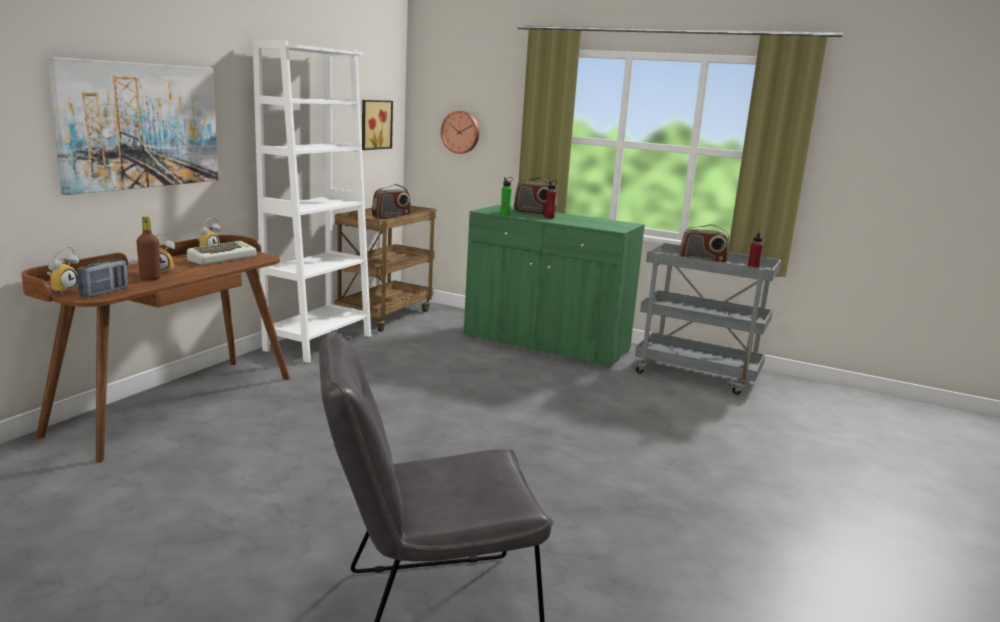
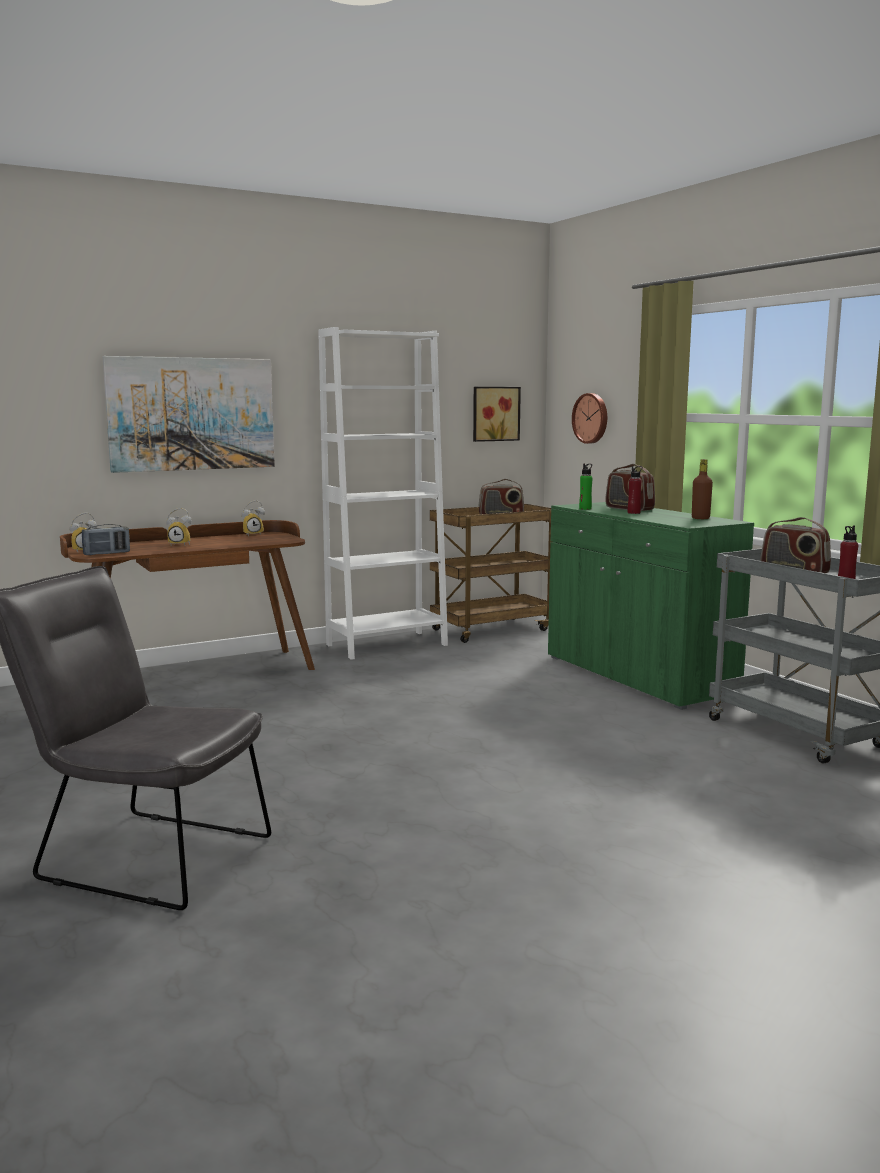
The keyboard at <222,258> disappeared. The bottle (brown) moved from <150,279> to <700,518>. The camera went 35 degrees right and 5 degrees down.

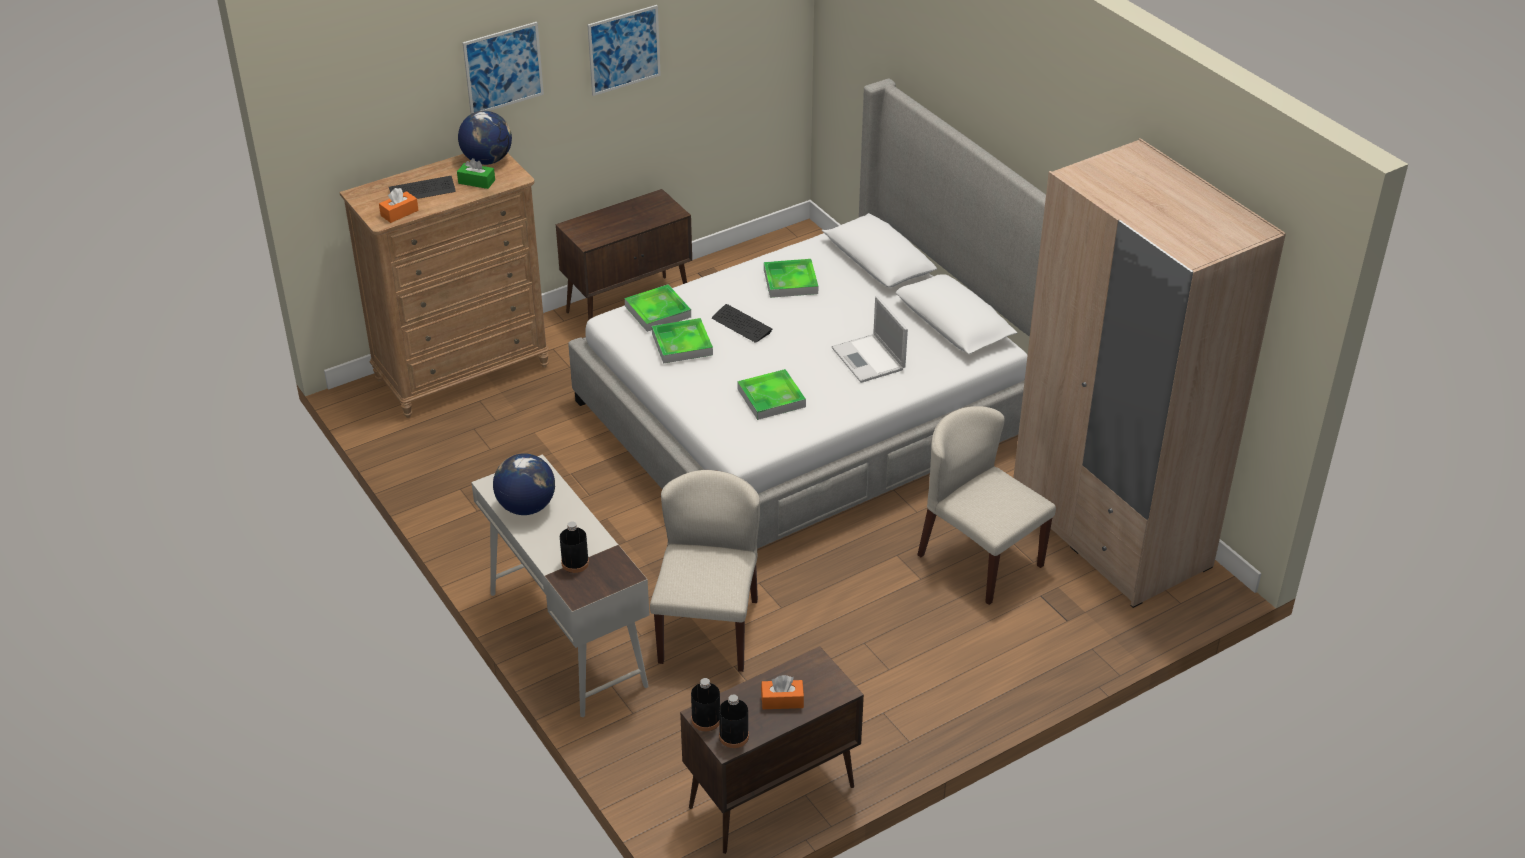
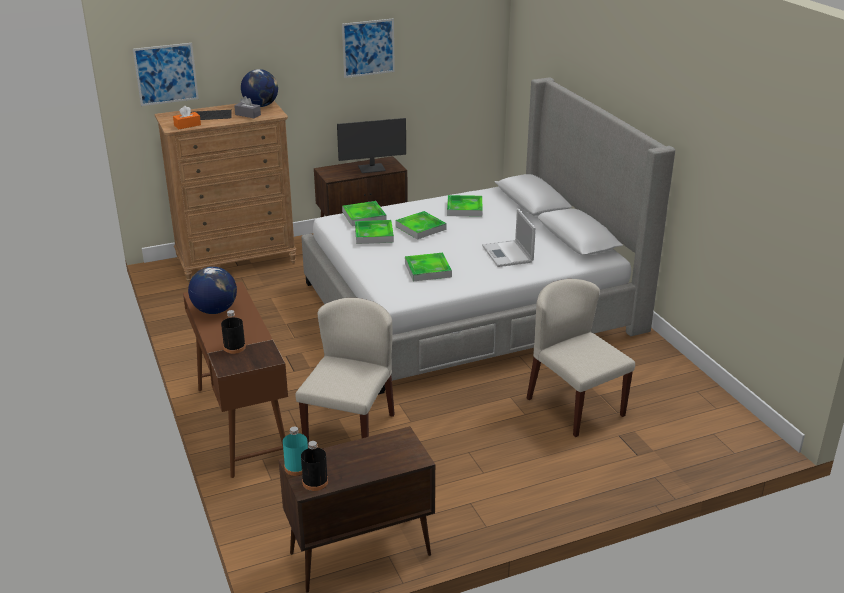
The tissue box (orange) at <782,700> disappeared. The wardrobe (beige) at <1110,533> disappeared. The monitor at <372,168> appeared. The picture moved from <503,68> to <166,74>. The keyboard at <741,325> was replaced by the tray at <420,228>. The tissue box (green) at <476,182> became the tissue box (grey) at <248,114>. The desk (white) at <566,638> became the desk (brown) at <241,423>. The bottle (black) at <706,720> became the bottle (turquoise) at <297,467>. The camera went 10 degrees right and 10 degrees down.

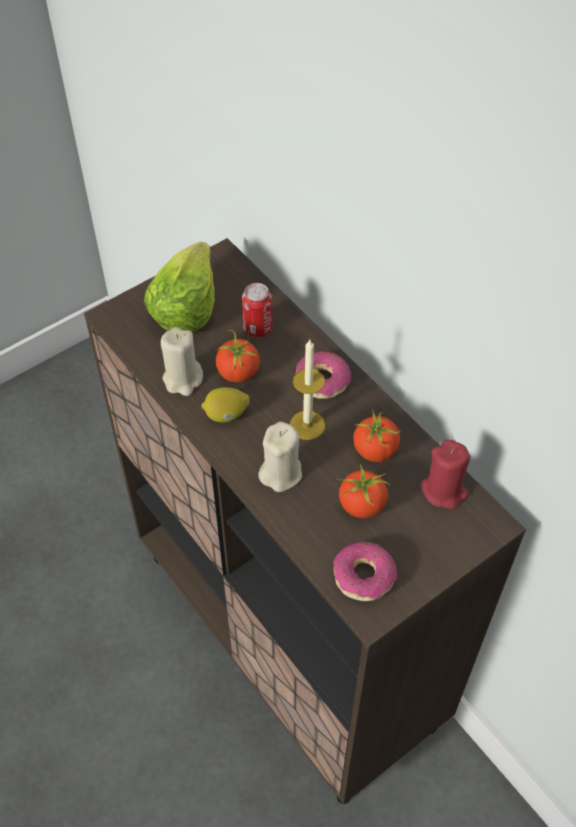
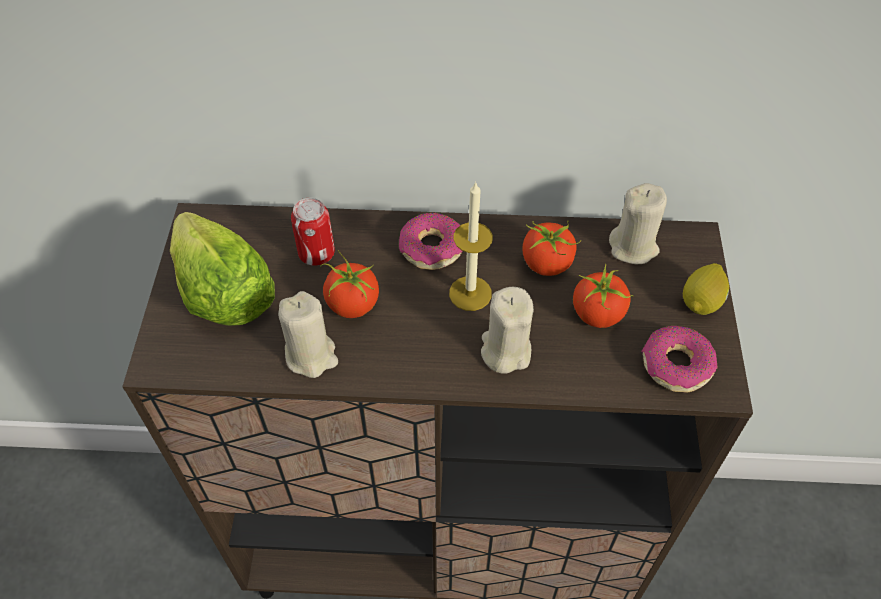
The lemon moved from <226,415> to <701,302>. The candle (red) at <444,491> became the candle (beige) at <633,247>. The camera went 50 degrees left and 0 degrees up.

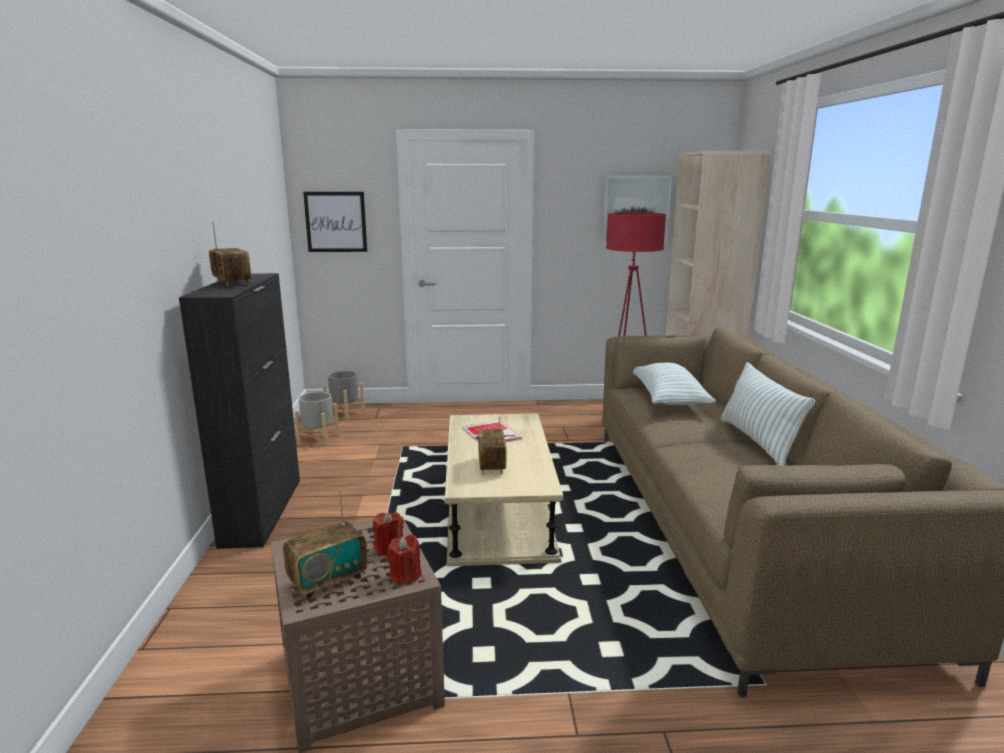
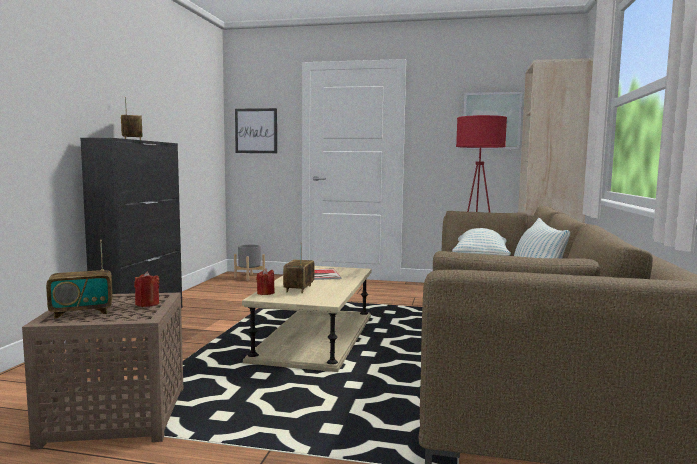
The planter (grey) at <318,438> disappeared. The candle (red) moved from <405,576> to <265,293>. The camera went 15 degrees right and 10 degrees down.

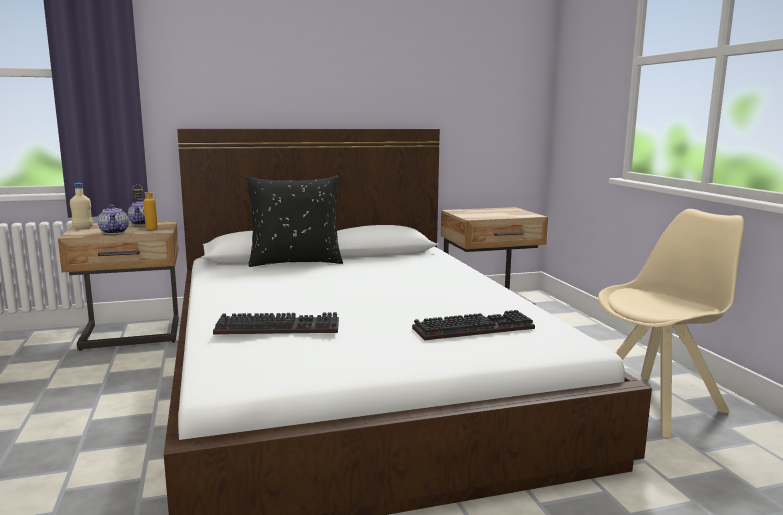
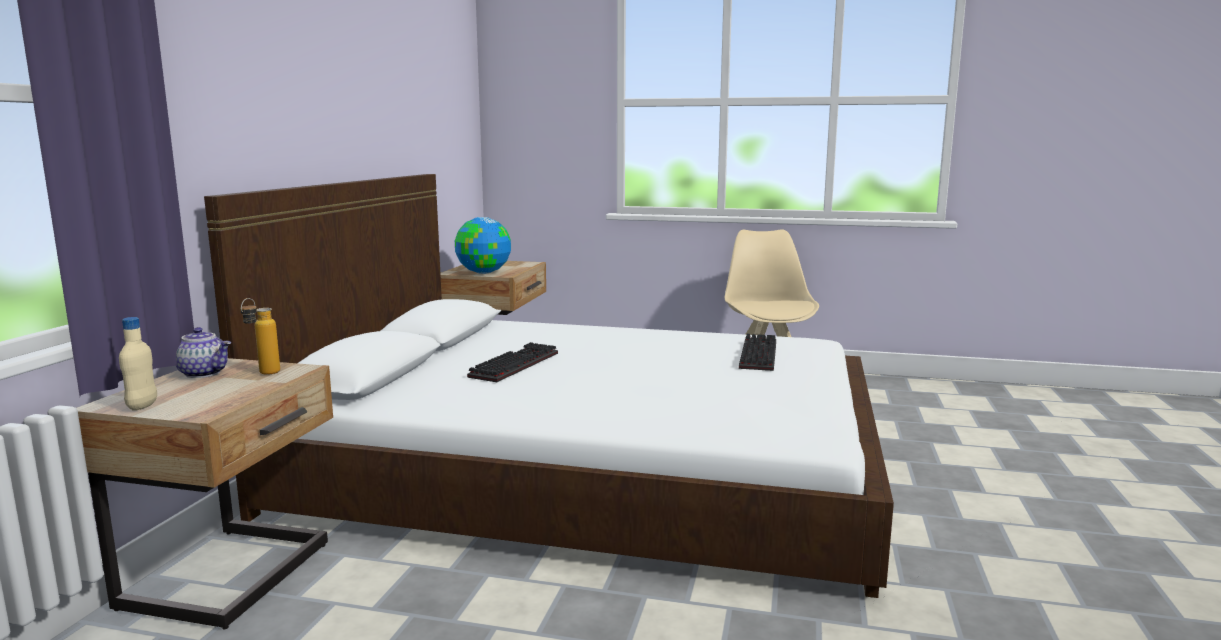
The teapot at <115,232> disappeared. The pillow (black) at <295,262> disappeared. The globe at <483,272> appeared. The keyboard moved from <280,327> to <514,364>. The camera went 60 degrees left and 0 degrees up.

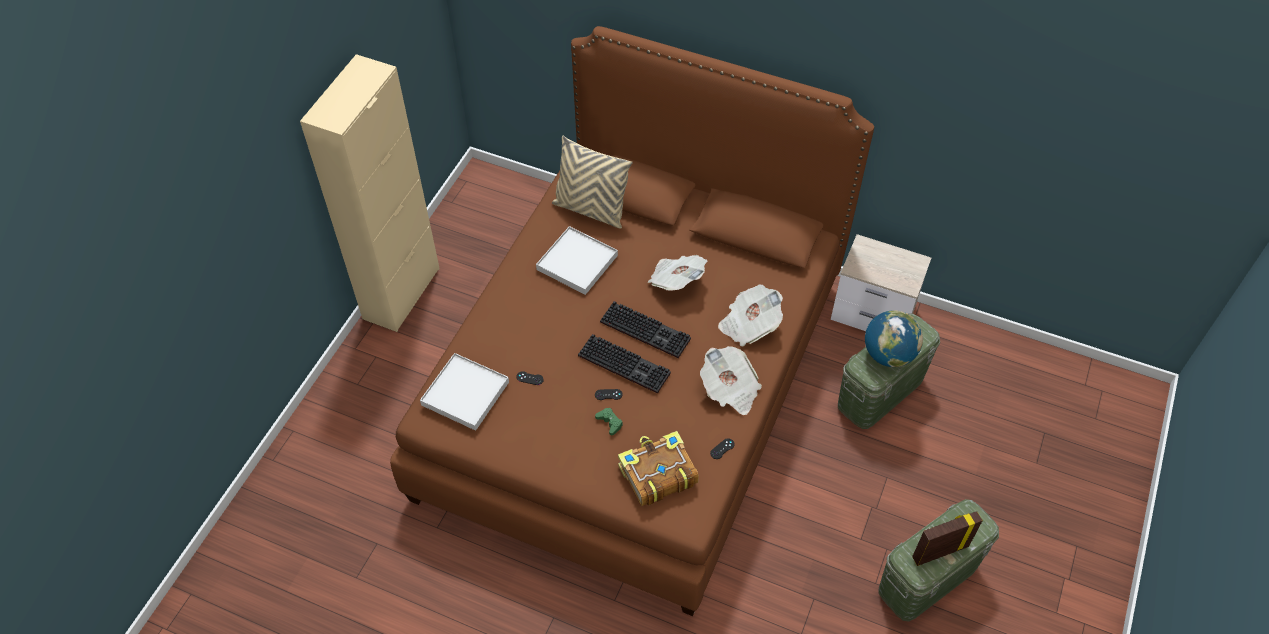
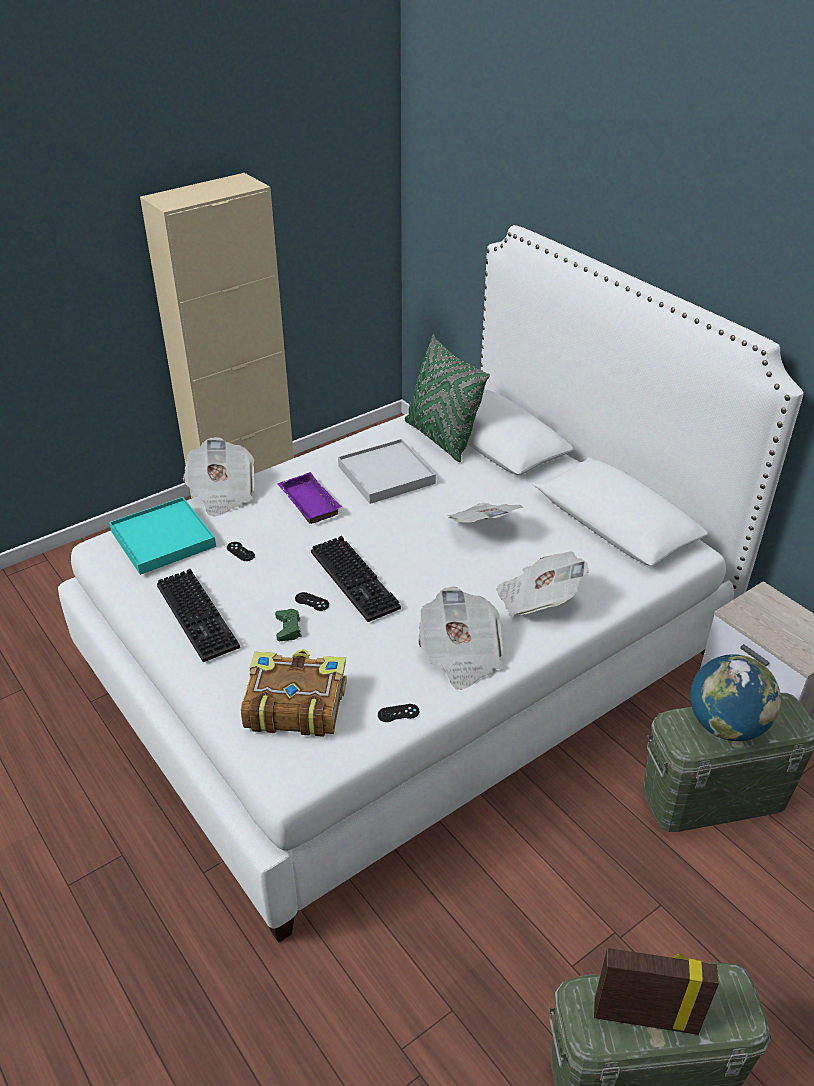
The newspaper at <222,493> appeared. The tray (purple) at <307,503> appeared. The keyboard moved from <647,330> to <200,616>. The bed (brown) at <633,384> became the bed (white) at <406,658>. The tray (white) at <465,393> became the tray (turquoise) at <163,539>. The pillow (beige) at <591,209> became the pillow (green) at <441,438>. The camera went 30 degrees right and 15 degrees down.

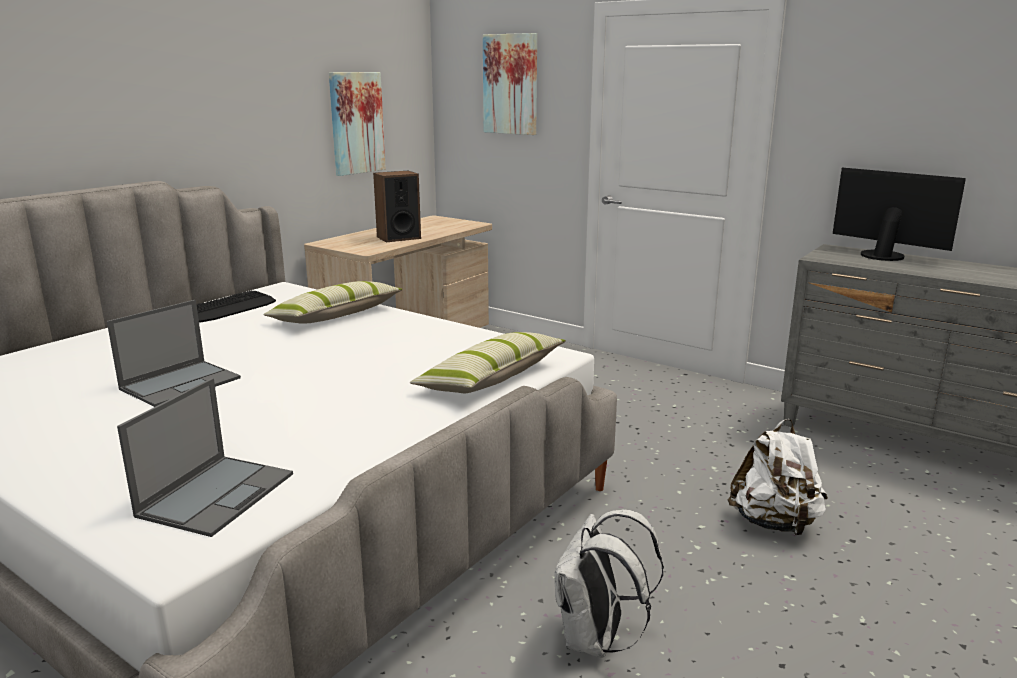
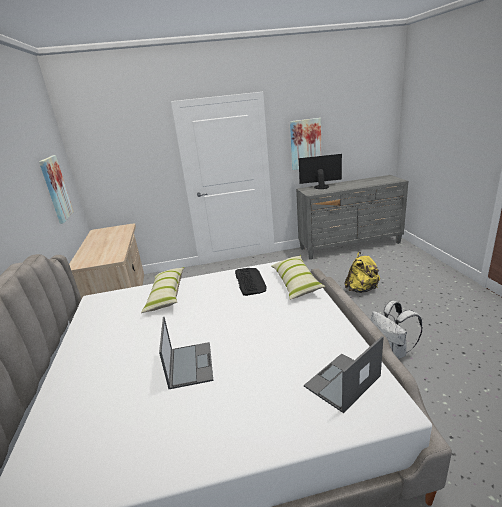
The speaker at <398,237> disappeared. The keyboard moved from <228,308> to <250,281>. The picture moved from <511,84> to <305,144>. The backpack (white) at <774,523> became the backpack (yellow) at <361,289>. The laptop at <217,494> turned 105 degrees counterclockwise. The camera went 45 degrees left and 5 degrees up.

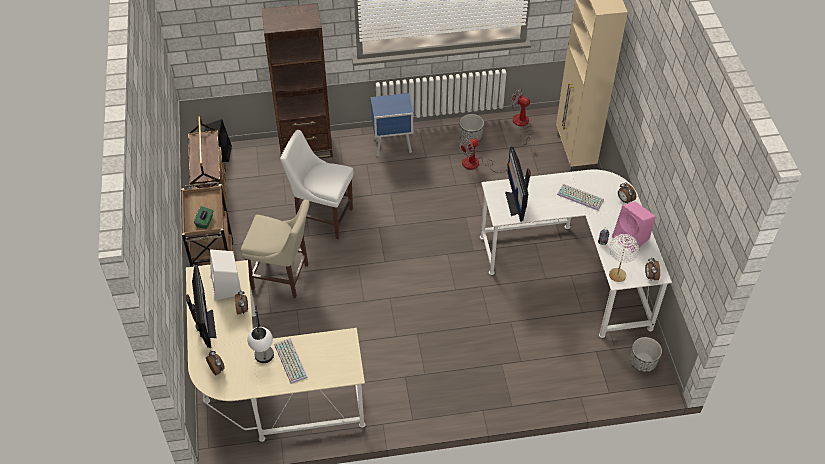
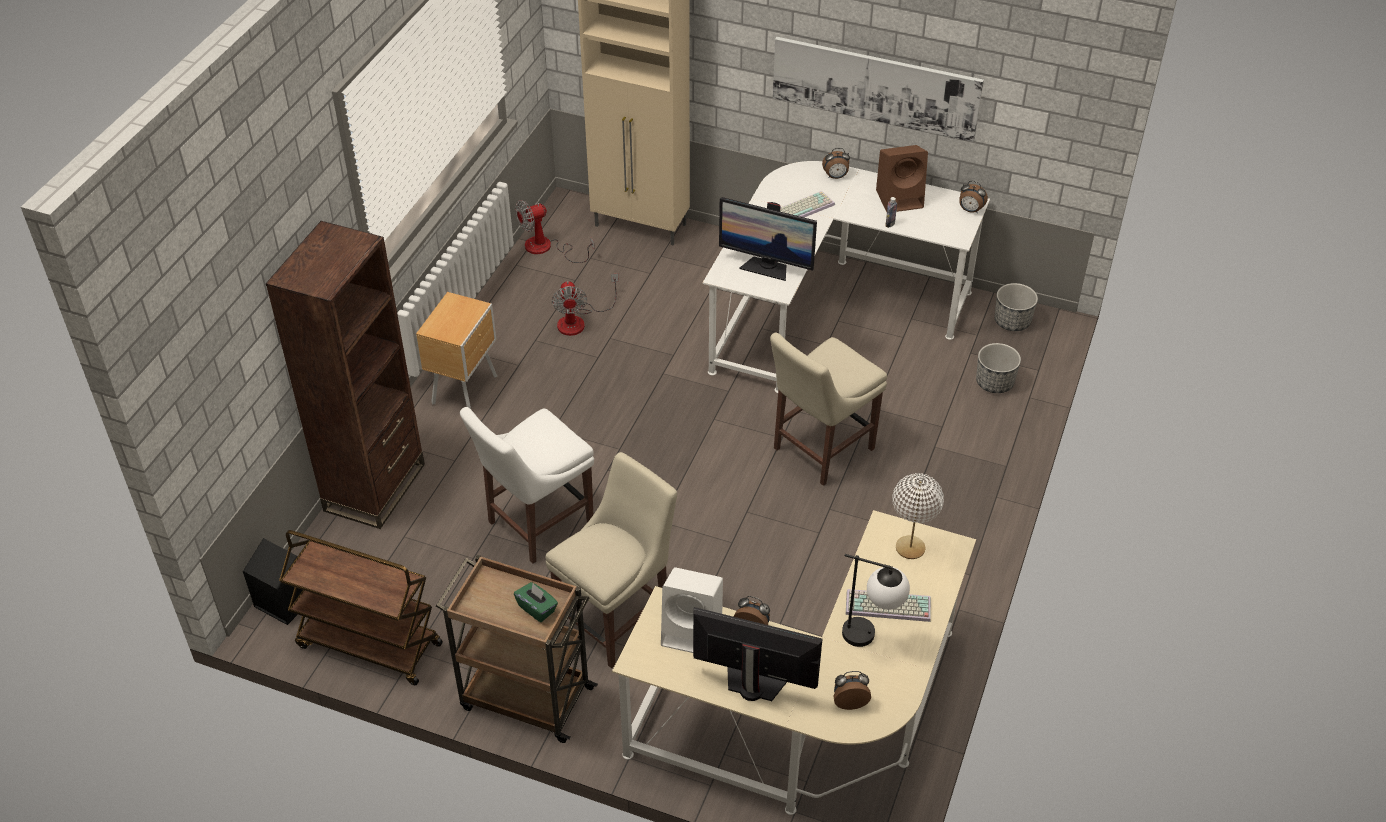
The chair (beige) at <819,450> appeared. The picture at <875,87> appeared. The planter moved from <470,137> to <994,382>. The table lamp (white) moved from <617,275> to <910,548>. The nightstand (blue) at <393,146> became the nightstand (brown) at <466,389>. The speaker (pink) at <631,238> became the speaker (brown) at <900,198>. The camera went 60 degrees left and 5 degrees down.

